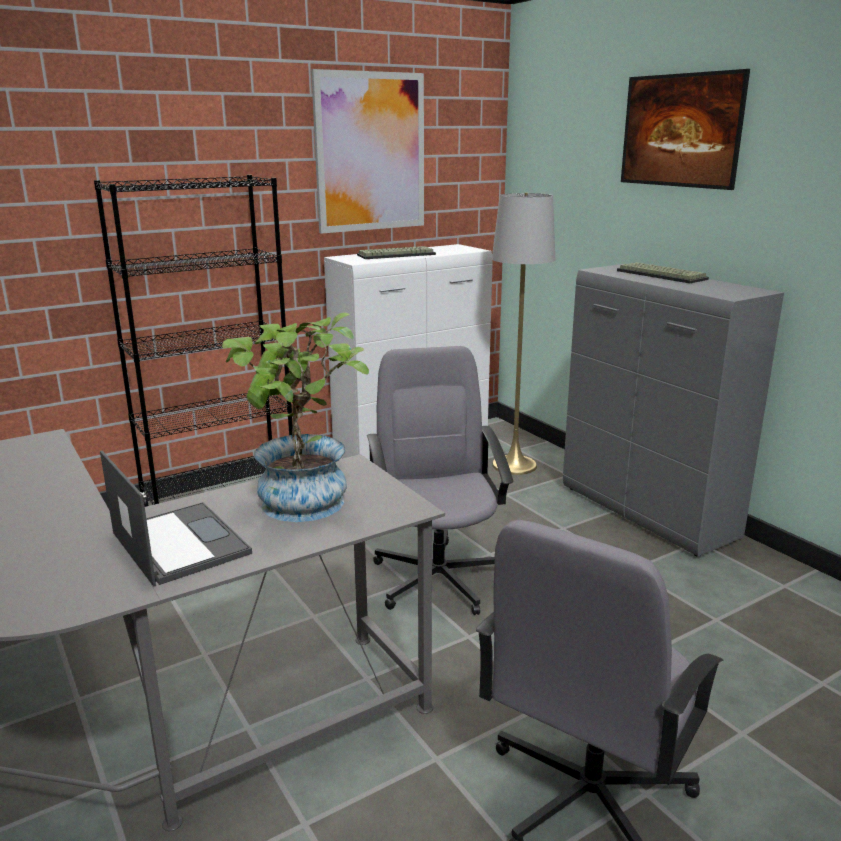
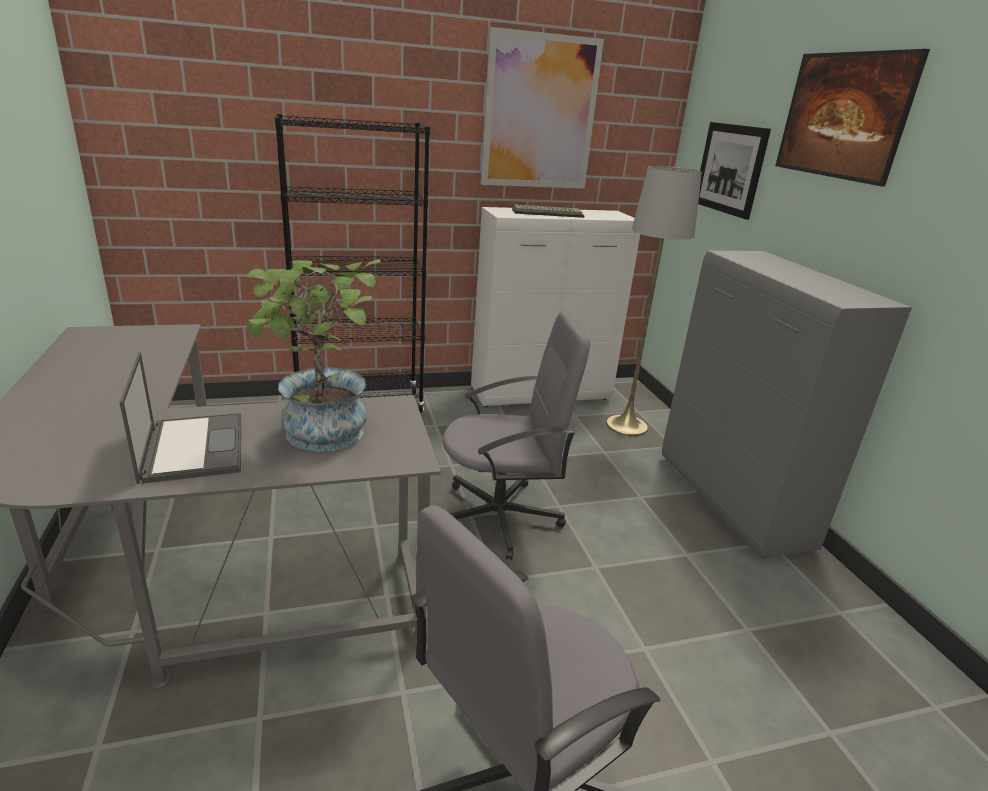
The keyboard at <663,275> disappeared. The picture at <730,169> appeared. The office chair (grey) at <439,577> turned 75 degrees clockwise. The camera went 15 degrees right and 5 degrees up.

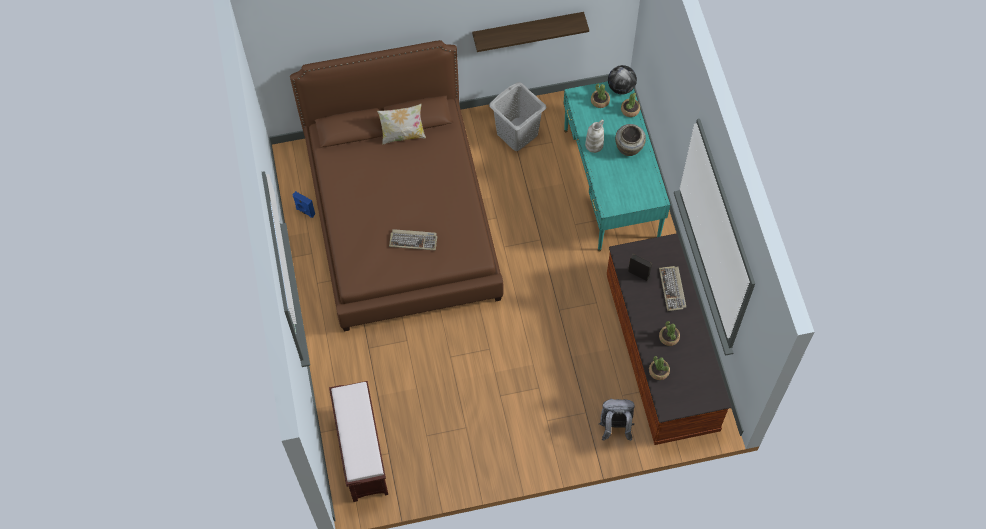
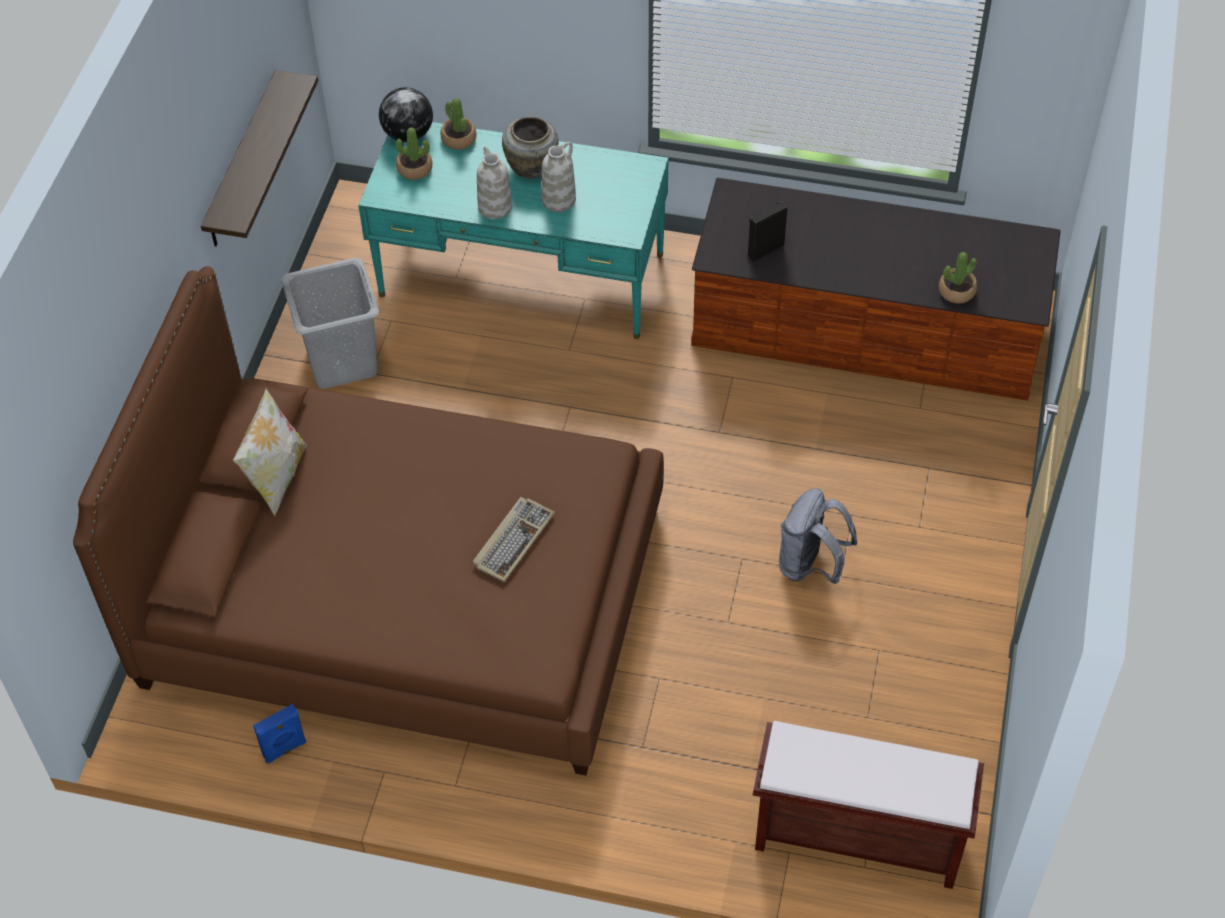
The keyboard at <672,289> disappeared. The potted plant at <669,337> disappeared. The vase (white) at <559,199> appeared. The backpack (grey) moved from <615,427> to <810,565>. The camera went 65 degrees left and 10 degrees down.

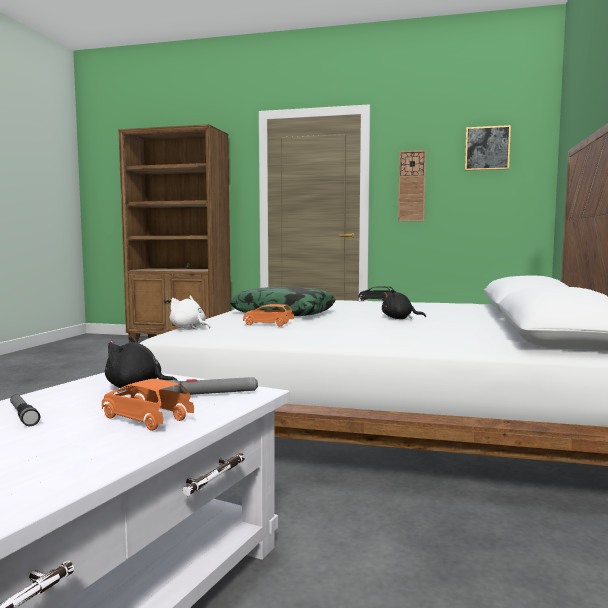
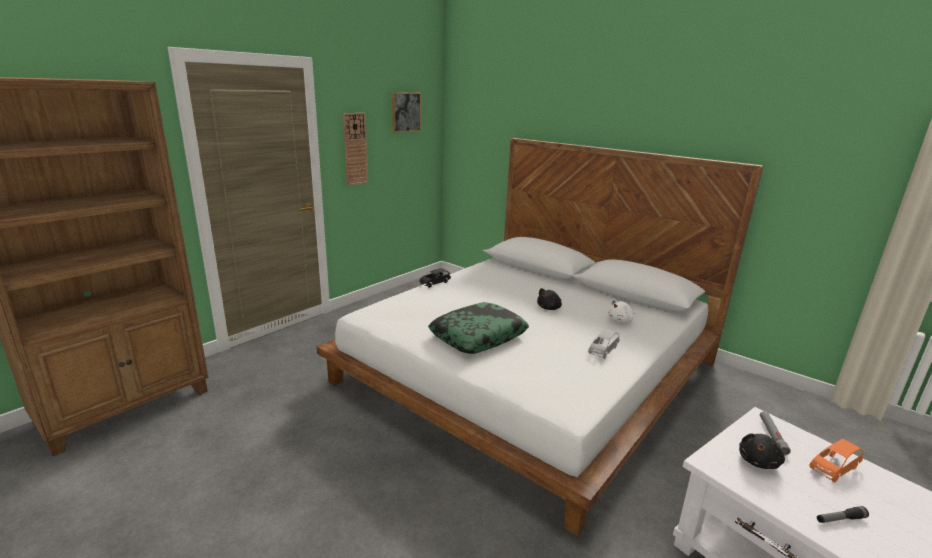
The toy car (orange) at <267,324> disappeared. The toy car (grey) at <602,350> appeared. The plush toy (white) moved from <189,328> to <621,320>. The camera went 65 degrees left and 15 degrees up.

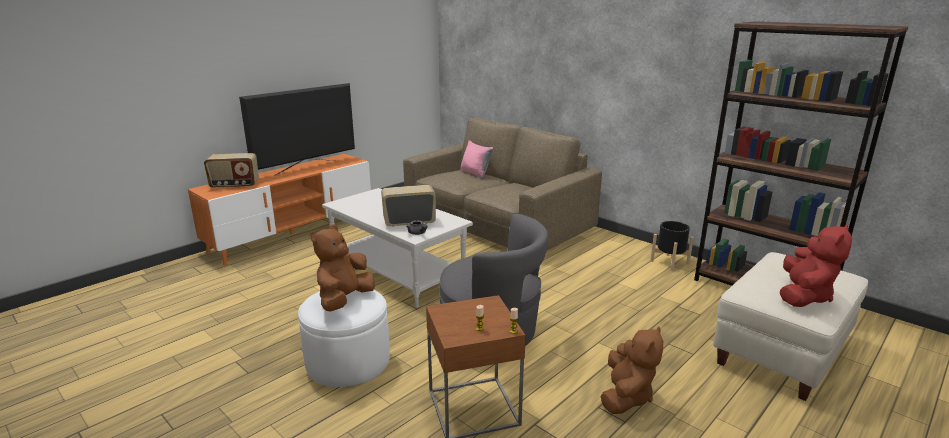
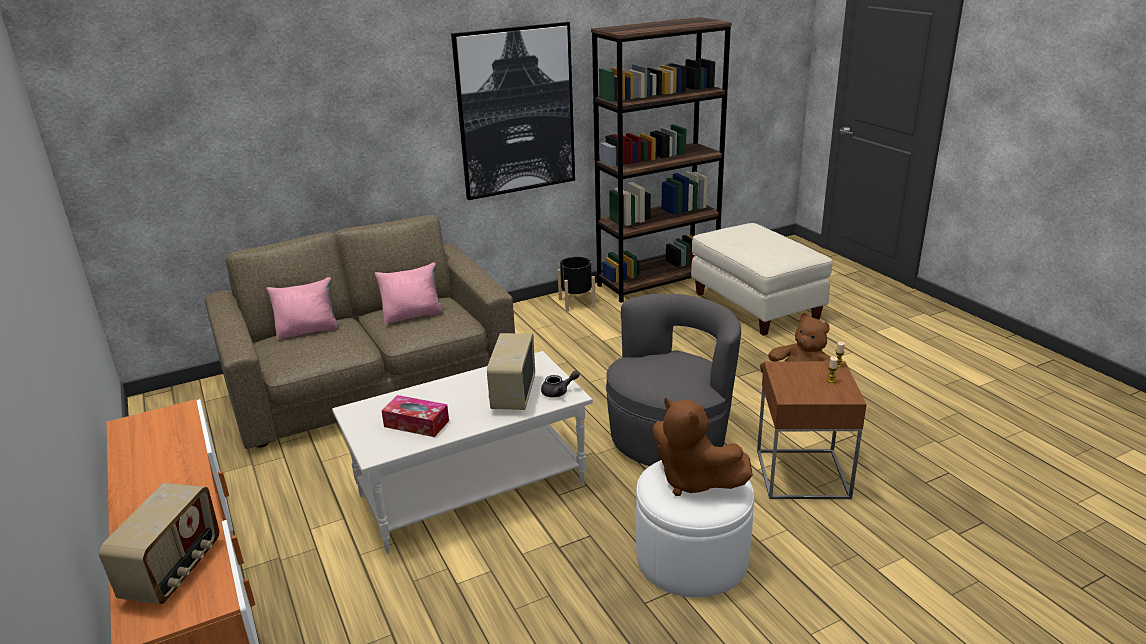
The television at <306,167> disappeared. The plush toy (red) at <804,296> disappeared. The pillow (pink) at <413,315> appeared. The tissue box at <416,423> appeared. The picture at <516,111> appeared. The camera went 70 degrees left and 5 degrees up.

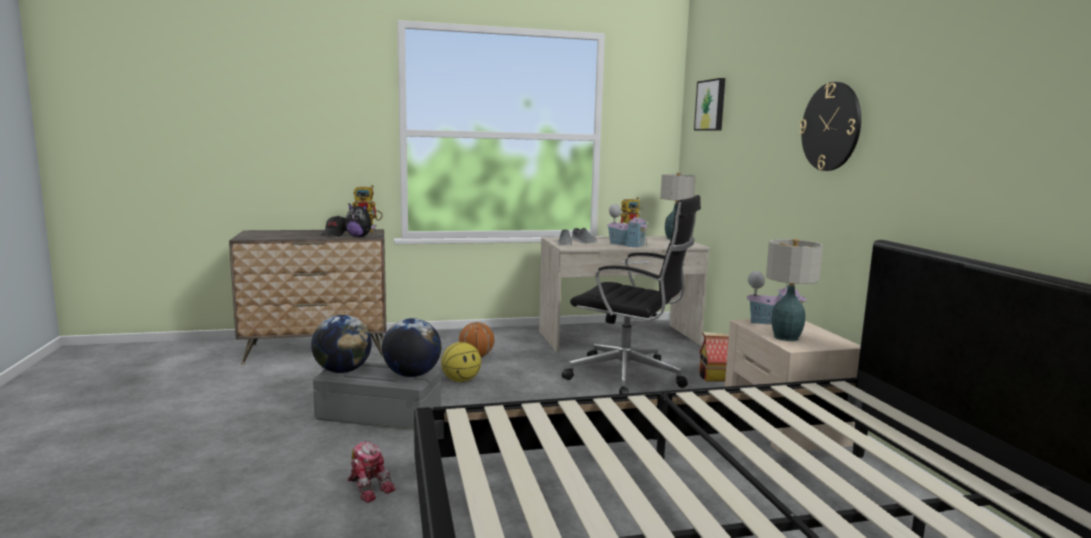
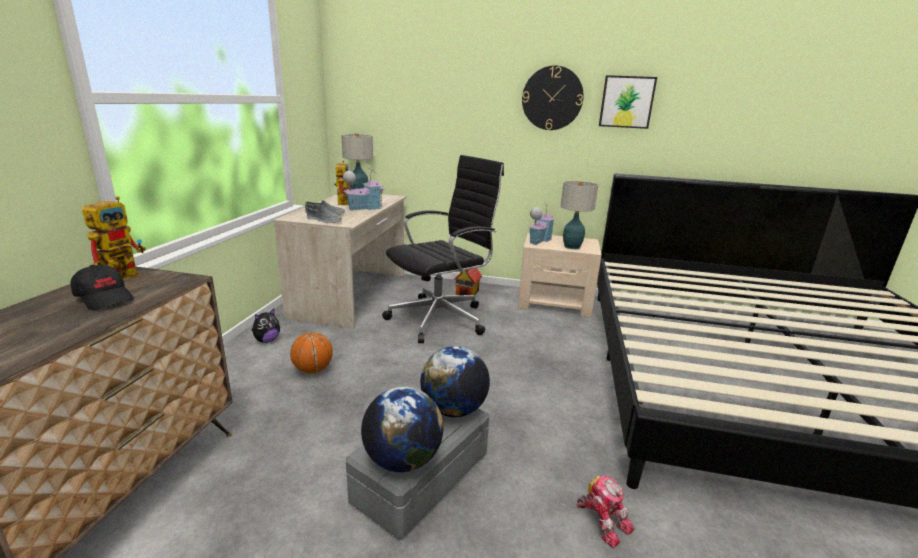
The basketball at <461,380> disappeared. The plush toy moved from <359,237> to <267,340>. The picture moved from <711,105> to <626,102>. The toy robot at <369,487> turned 75 degrees clockwise. The camera went 65 degrees left and 10 degrees up.

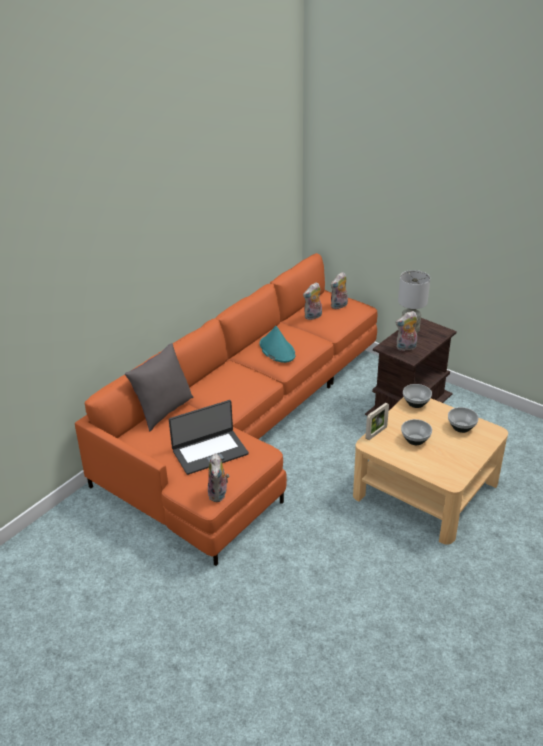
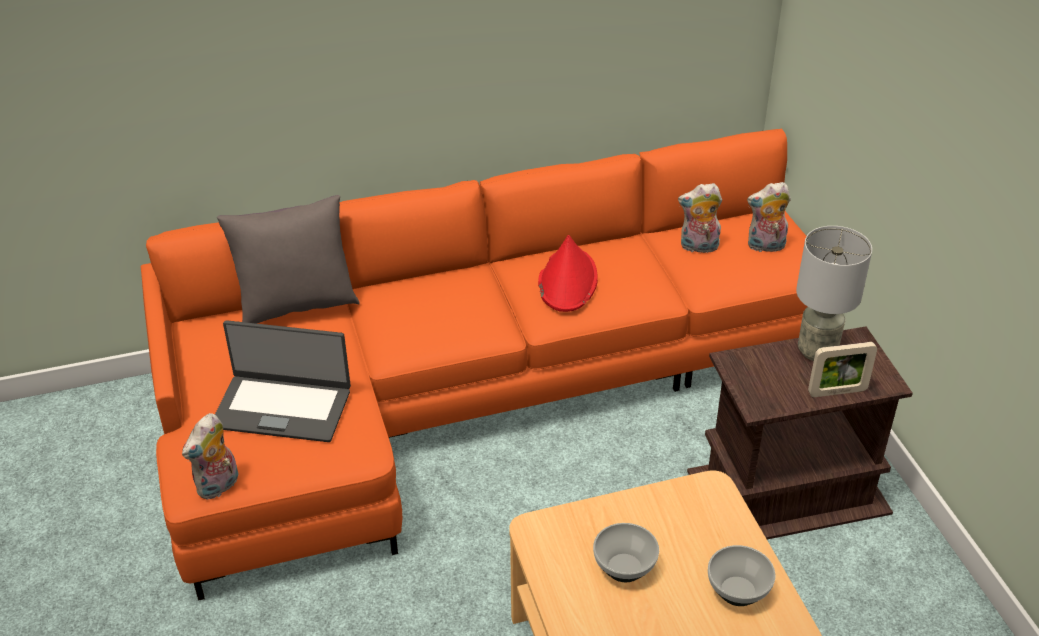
The plush toy at <406,348> disappeared. The bowl at <416,403> disappeared. The picture frame moved from <376,433> to <837,392>. The hat (turquoise) at <277,350> became the hat (red) at <567,281>. The camera went 35 degrees right and 5 degrees up.

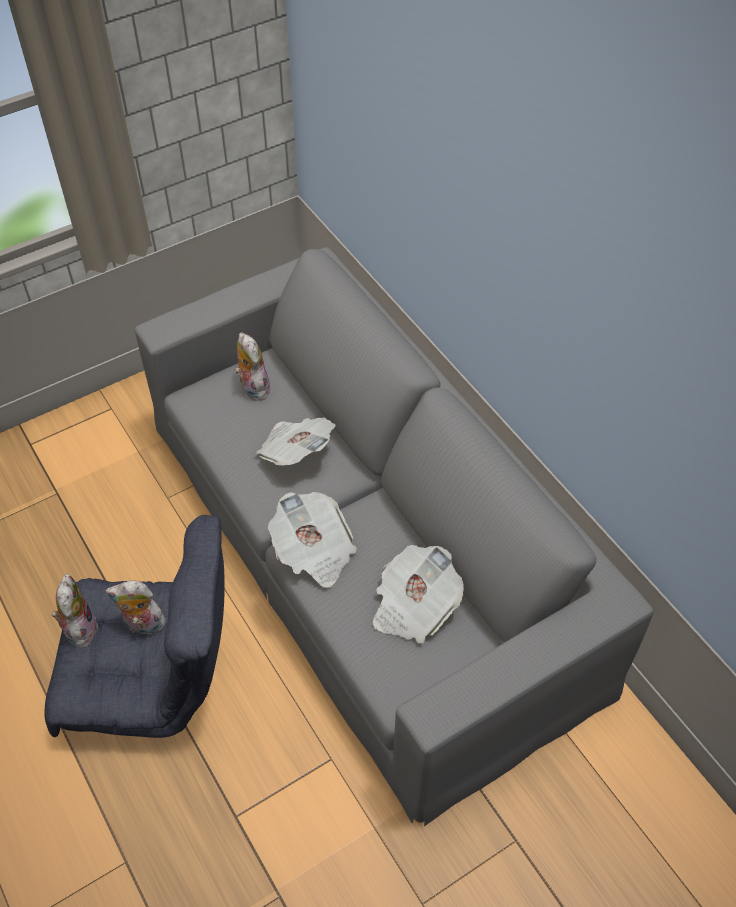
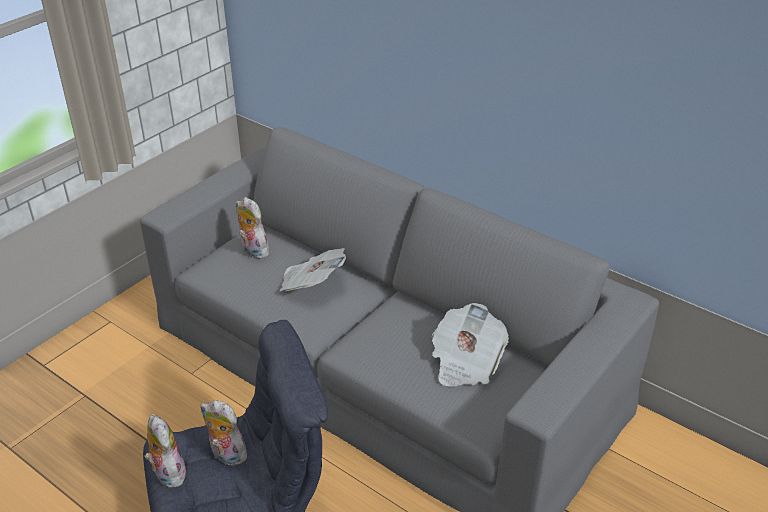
The newspaper at <314,551> disappeared. The plush toy at <142,625> turned 45 degrees clockwise. The camera went 20 degrees left and 15 degrees down.

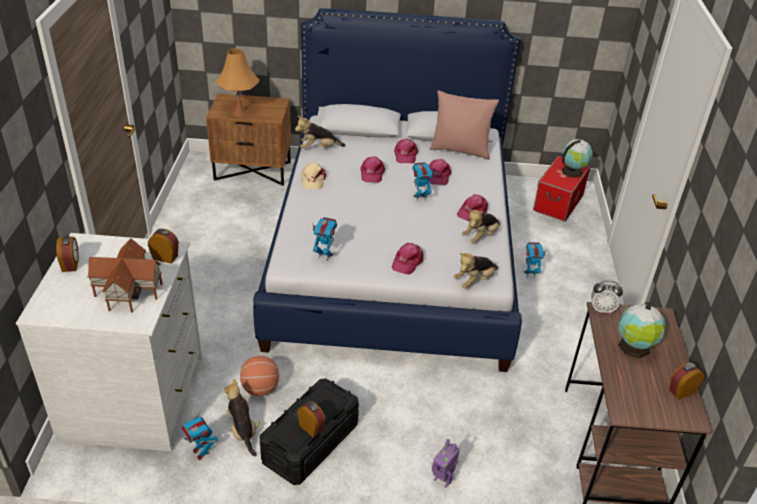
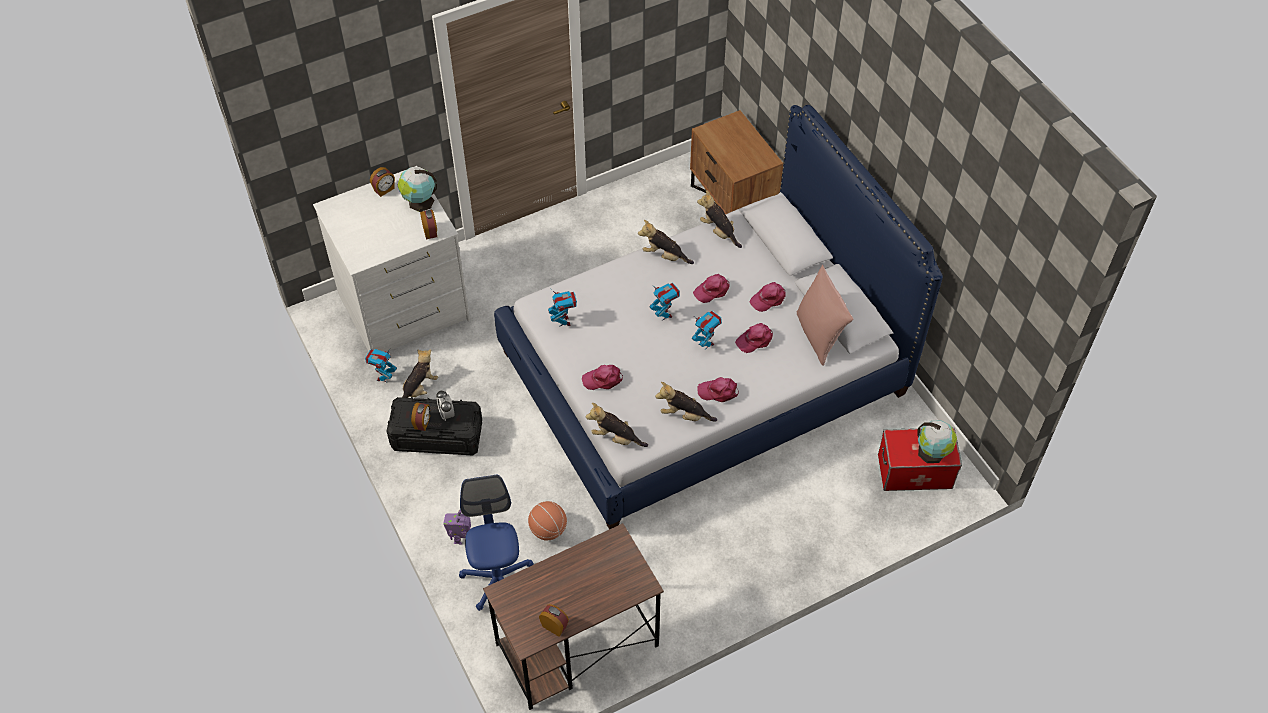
The toy house at <129,291> disappeared. The table lamp (orange) at <239,112> disappeared. The office chair (blue) at <497,579> appeared. The basketball moved from <260,388> to <548,529>. The toy robot moved from <530,274> to <664,315>. The alarm clock moved from <602,309> to <447,414>. The globe moved from <634,348> to <419,202>. The cap (beige) at <313,180> was replaced by the plush toy at <664,256>. The camera went 60 degrees right and 15 degrees up.

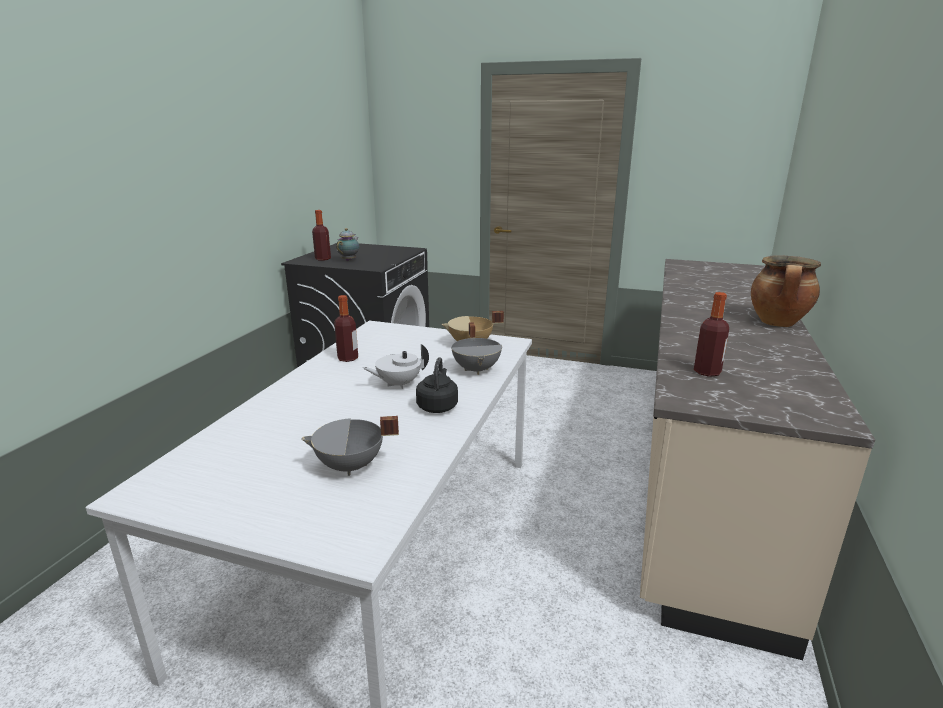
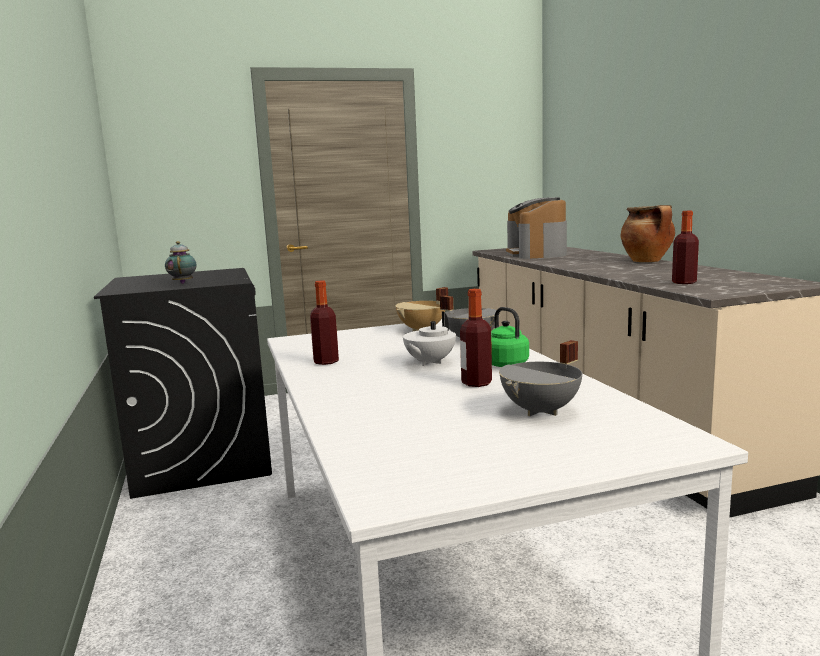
The coffee machine at <536,254> appeared. The bottle moved from <323,259> to <476,383>. The kettle (black) at <437,406> became the kettle (green) at <503,363>. The camera went 35 degrees left and 10 degrees down.

